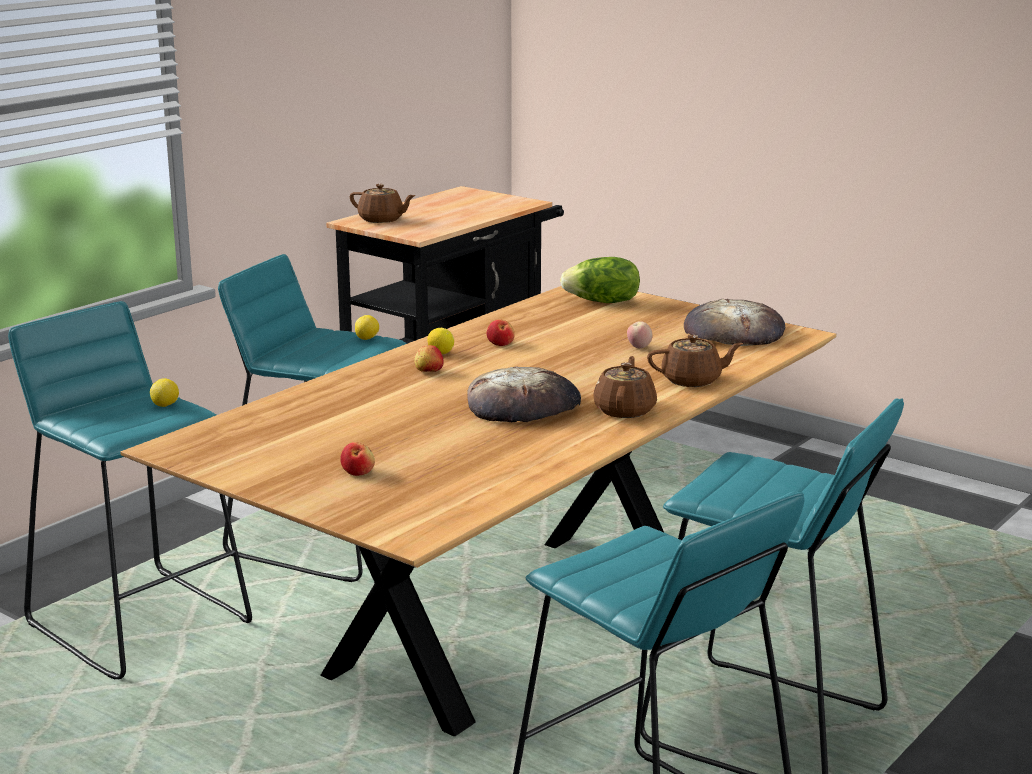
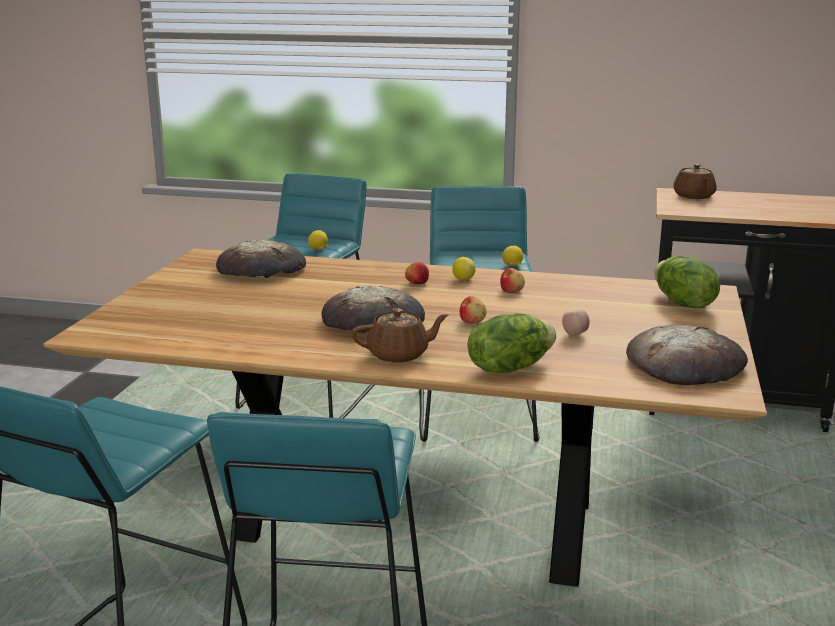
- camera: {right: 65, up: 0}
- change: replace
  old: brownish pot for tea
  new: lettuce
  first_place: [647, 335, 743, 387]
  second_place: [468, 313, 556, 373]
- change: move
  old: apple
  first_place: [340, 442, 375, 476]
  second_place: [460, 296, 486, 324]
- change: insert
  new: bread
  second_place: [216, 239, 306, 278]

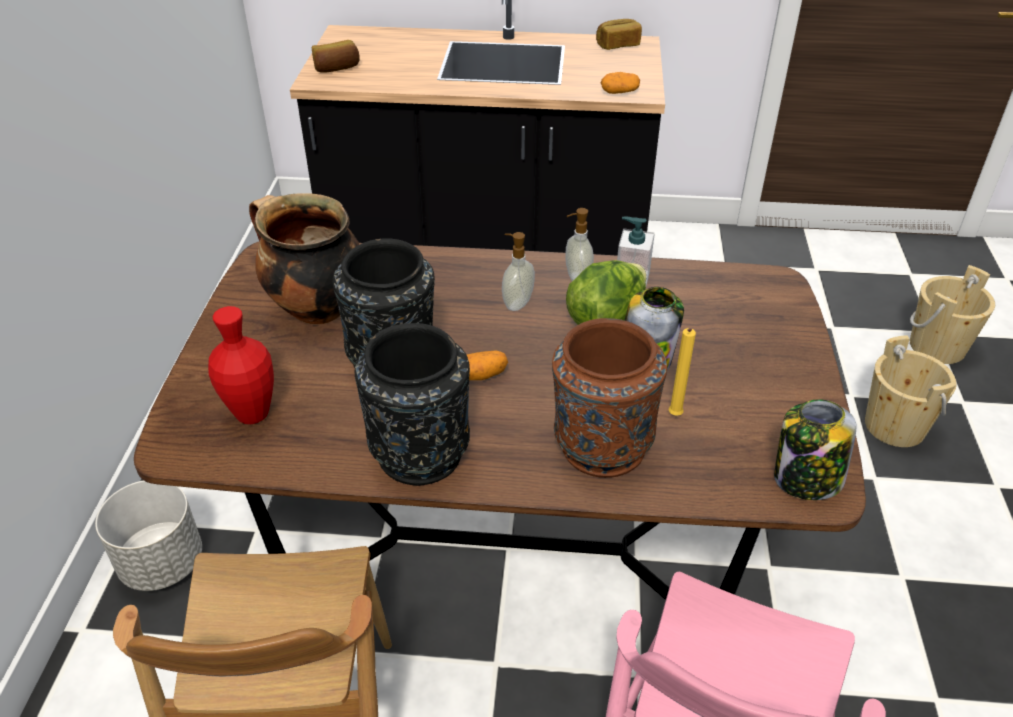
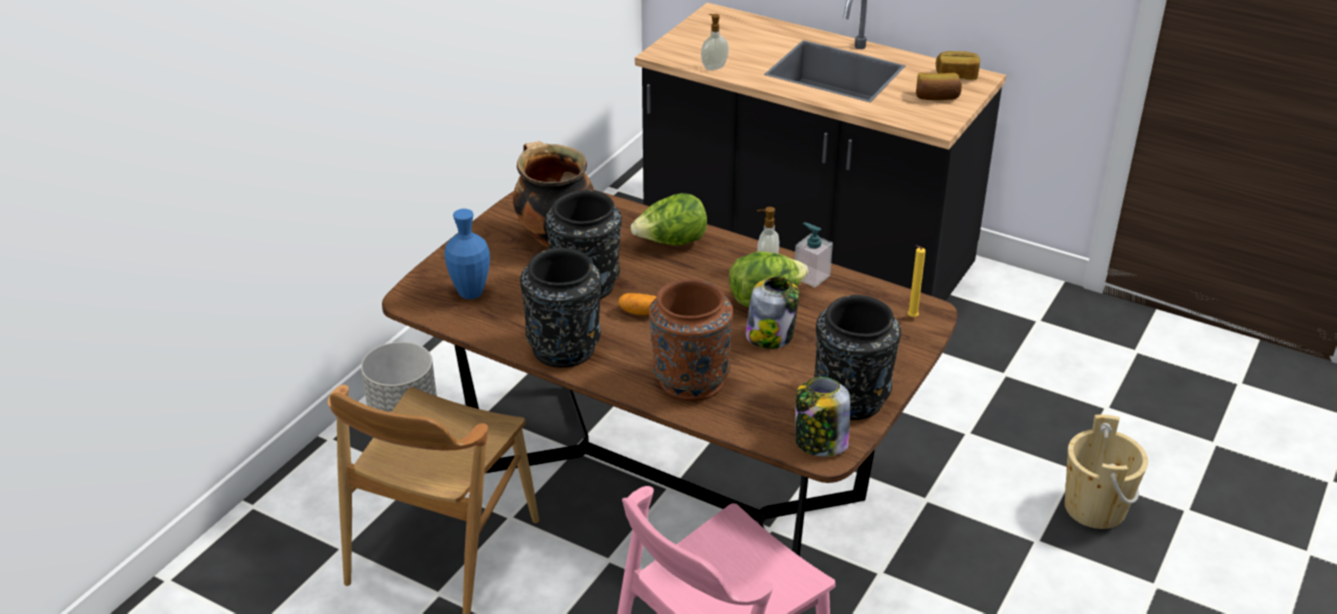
- camera: {right: 25, up: -5}
- change: move
  old: bread
  first_place: [312, 40, 359, 73]
  second_place: [916, 73, 962, 100]
- change: delete
  old: potato
  first_place: [601, 72, 640, 94]
- change: move
  old: liquid soap bottle
  first_place: [502, 232, 535, 311]
  second_place: [701, 14, 729, 71]
- change: delete
  old: beige water bucket
  first_place: [910, 265, 995, 364]
- change: recolor
  old: red-coloured flower vase
  new: blue-coloured flower vase
  first_place: [208, 306, 274, 424]
  second_place: [444, 209, 490, 299]
- change: move
  old: yellowish candle
  first_place: [668, 328, 696, 416]
  second_place: [908, 245, 926, 317]
- change: insert
  new: lettuce
  second_place: [631, 193, 707, 246]
- change: insert
  new: blackish flower vase
  second_place: [814, 295, 901, 420]

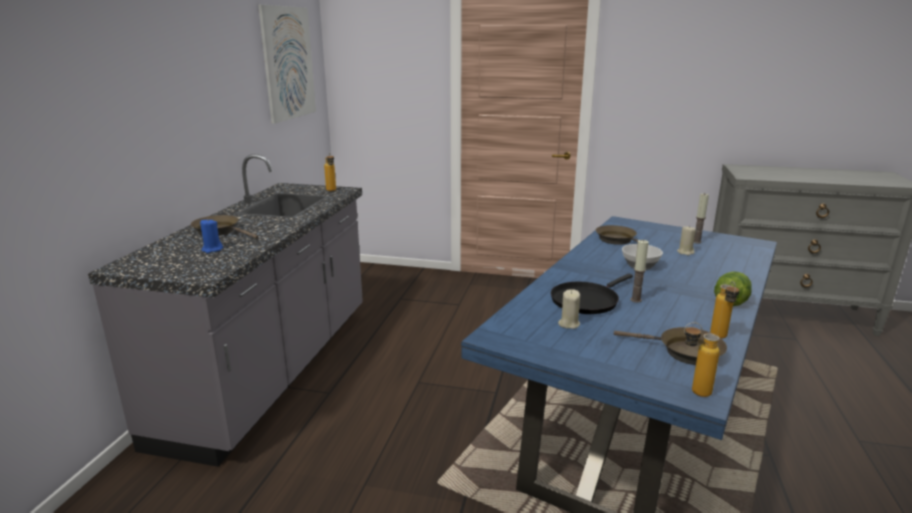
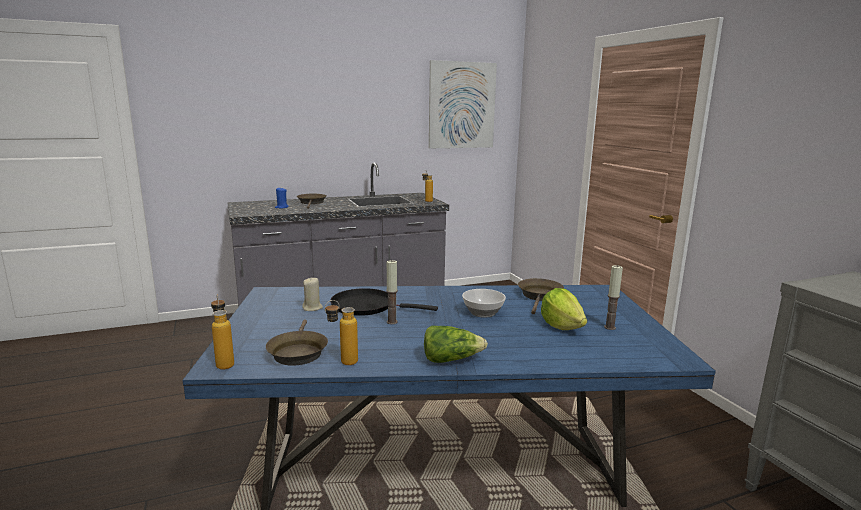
- camera: {right: 55, up: -5}
- change: replace
  old: beige candle
  new: lettuce
  first_place: [677, 225, 696, 256]
  second_place: [541, 288, 587, 330]

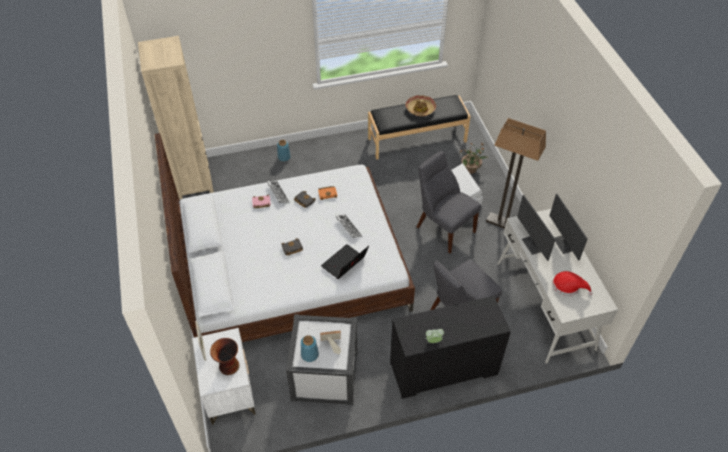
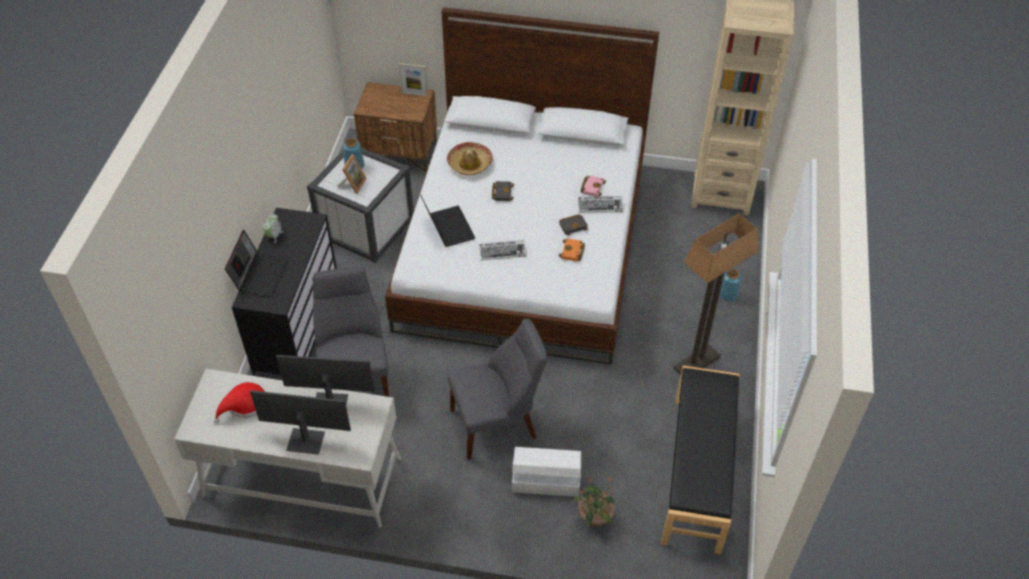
- camera: {right: 115, up: 0}
- change: move
  old: clothing hat
  first_place: [405, 95, 436, 116]
  second_place: [447, 142, 493, 175]
- change: move
  old: standing lamp
  first_place: [486, 118, 546, 229]
  second_place: [674, 213, 758, 375]
- change: recolor
  old: whitish nightstand
  new: brownish nightstand
  first_place: [192, 328, 256, 425]
  second_place: [354, 82, 437, 173]
- change: delete
  old: flower vase
  first_place: [210, 338, 239, 375]
- change: insert
  new: notebook computer
  second_place: [225, 230, 289, 297]

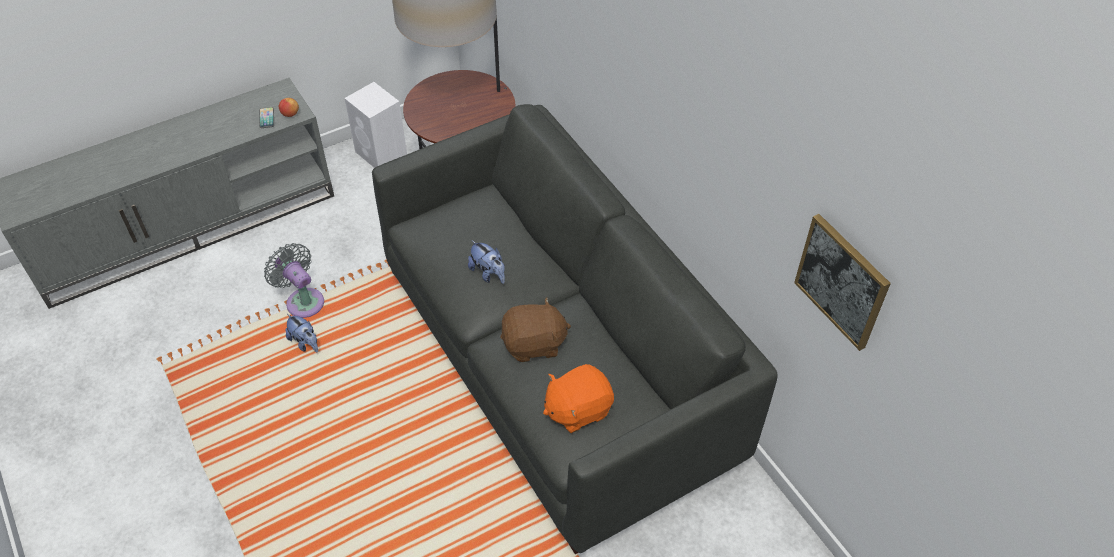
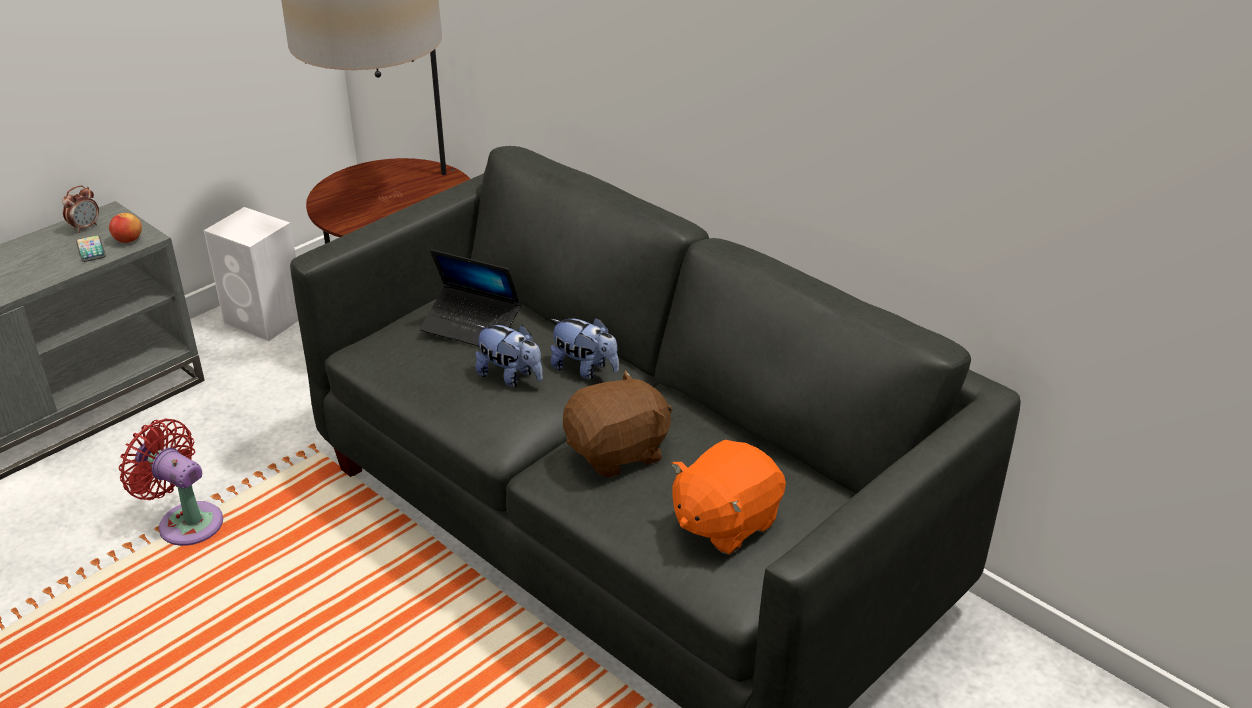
- camera: {right: -15, up: -15}
- change: delete
  old: wall picture
  first_place: [794, 214, 891, 351]
- change: recolor
  old: gray fan
  new: red-coloured fan
  first_place: [264, 243, 324, 318]
  second_place: [119, 419, 223, 546]
- change: move
  old: cuddly toy
  first_place: [285, 314, 318, 352]
  second_place: [551, 317, 619, 379]
- change: insert
  new: table clock
  second_place: [62, 185, 99, 233]
- change: insert
  new: notebook computer
  second_place: [419, 249, 521, 347]

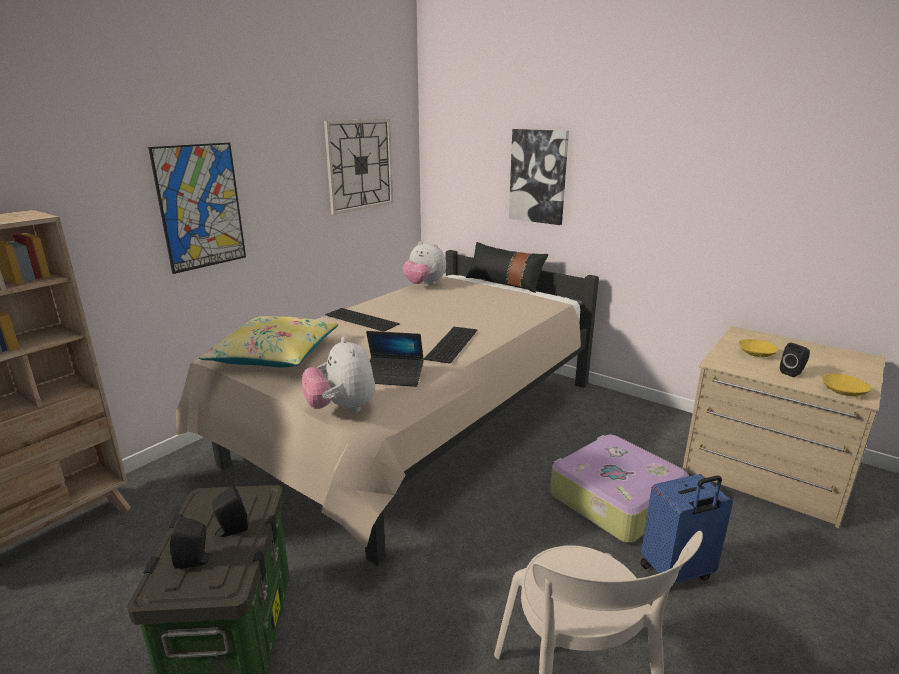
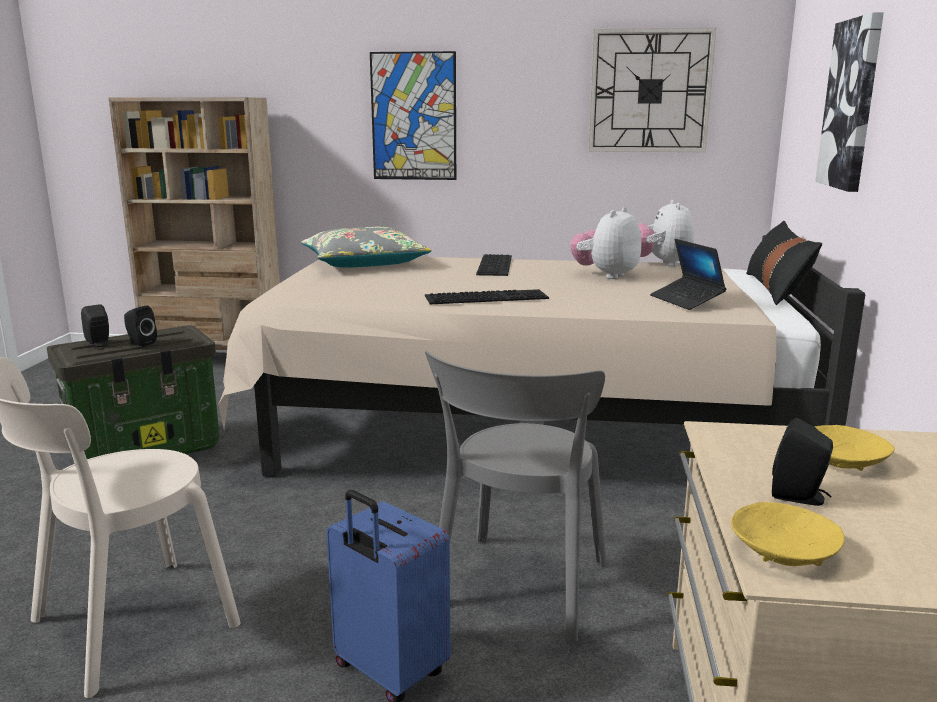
- camera: {right: 60, up: -5}
- change: recolor
  old: yellowish throw pillow
  new: gray throw pillow
  first_place: [199, 316, 338, 368]
  second_place: [301, 227, 431, 268]
- change: move
  old: notebook computer
  first_place: [366, 331, 424, 387]
  second_place: [650, 239, 726, 310]
- change: move
  old: cuddly toy
  first_place: [302, 337, 375, 413]
  second_place: [570, 207, 641, 279]
- change: replace
  old: piece of luggage
  new: gray chair
  first_place: [550, 435, 689, 543]
  second_place: [425, 350, 607, 642]

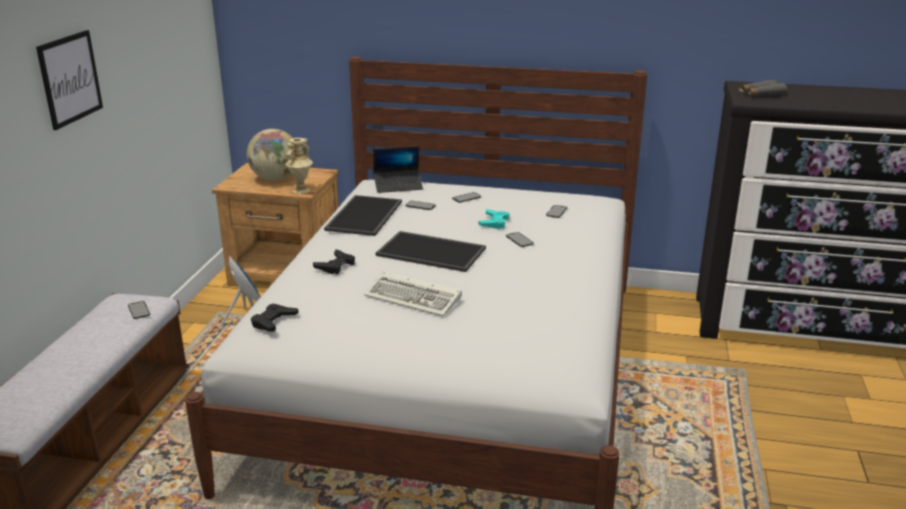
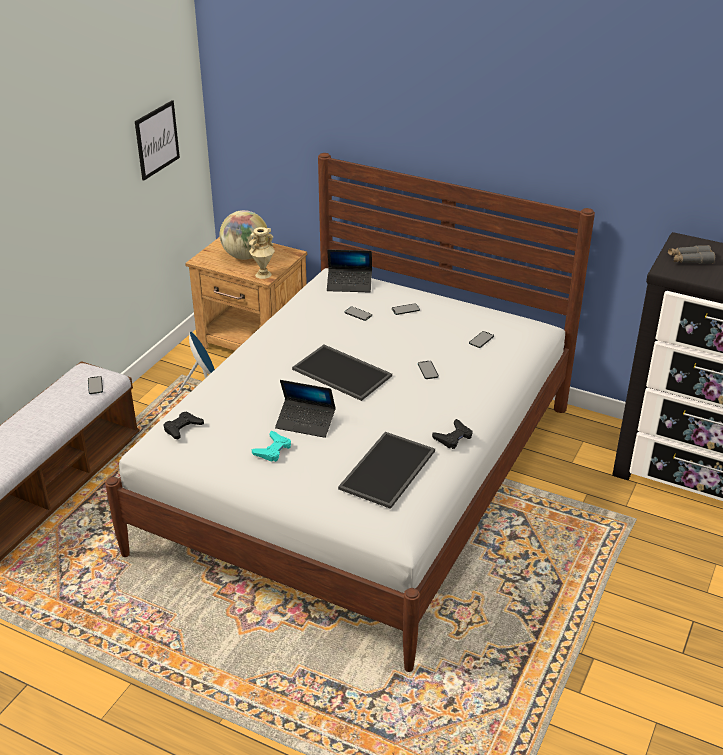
- camera: {right: 15, up: 10}
- change: move
  old: wall picture
  first_place: [36, 30, 103, 130]
  second_place: [135, 100, 180, 180]
- change: move
  old: carrying tray
  first_place: [324, 195, 402, 236]
  second_place: [338, 432, 435, 509]
- change: move
  old: blue-green game controller
  first_place: [478, 209, 509, 229]
  second_place: [252, 431, 291, 462]
- change: move
  old: blackish game controller
  first_place: [313, 249, 355, 274]
  second_place: [432, 419, 473, 449]
- change: replace
  old: computer keyboard
  new: notebook computer
  first_place: [364, 271, 462, 317]
  second_place: [275, 380, 336, 438]

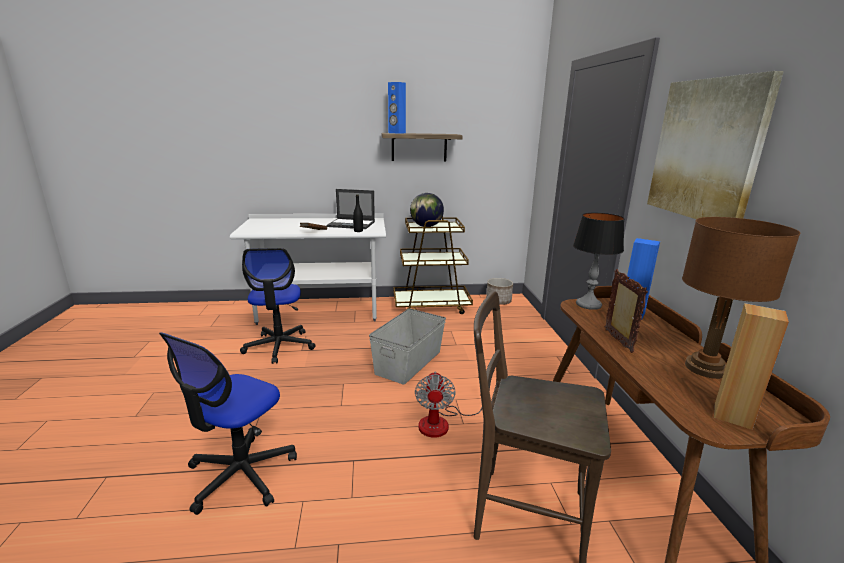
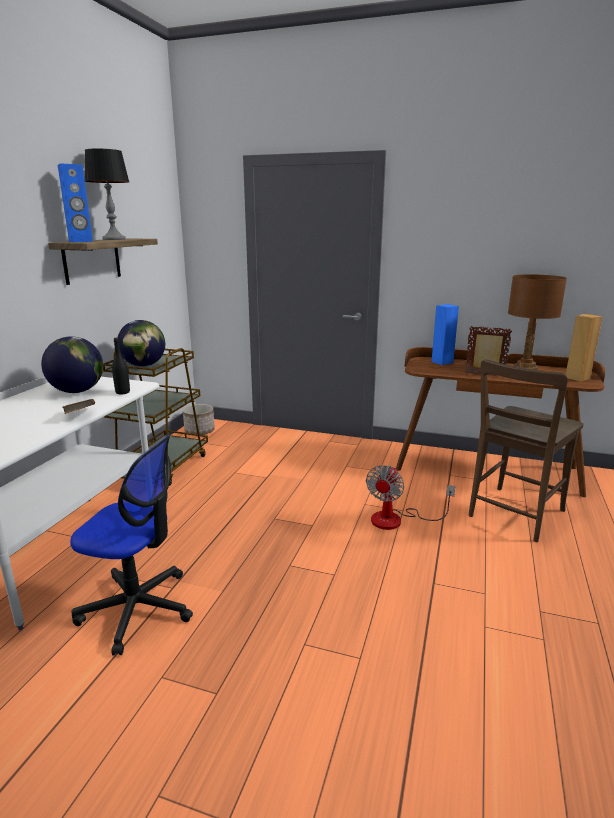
- camera: {right: -65, up: 0}
- change: delete
  old: wall picture
  first_place: [647, 71, 784, 219]
- change: replace
  old: notebook computer
  new: world globe
  first_place: [326, 189, 375, 229]
  second_place: [41, 336, 103, 393]
- change: move
  old: tabletop lamp
  first_place: [573, 213, 624, 310]
  second_place: [85, 149, 129, 240]
- change: delete
  old: gray storage container
  first_place: [369, 309, 446, 385]
- change: delete
  old: office chair
  first_place: [159, 332, 297, 515]
- change: rotate
  old: fan
  first_place: [415, 372, 482, 438]
  second_place: [366, 465, 455, 530]
  degrees: 90

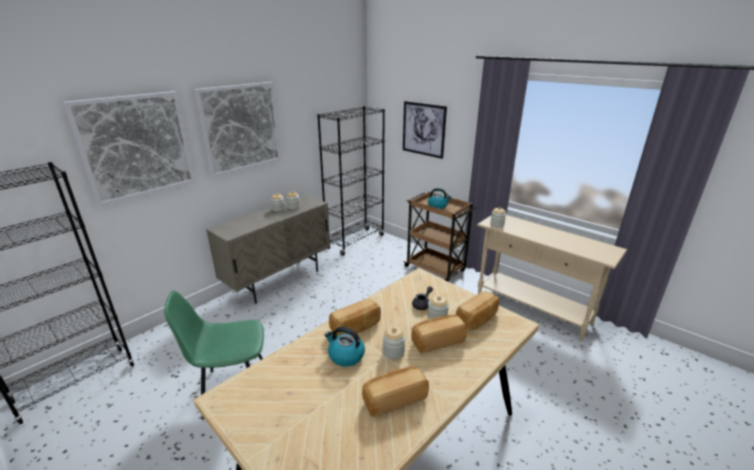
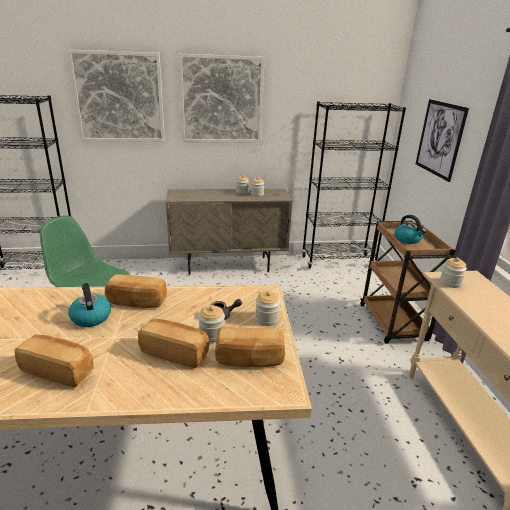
- camera: {right: 40, up: 0}
- change: move
  old: preserve jar
  first_place: [383, 326, 405, 359]
  second_place: [255, 291, 280, 326]

